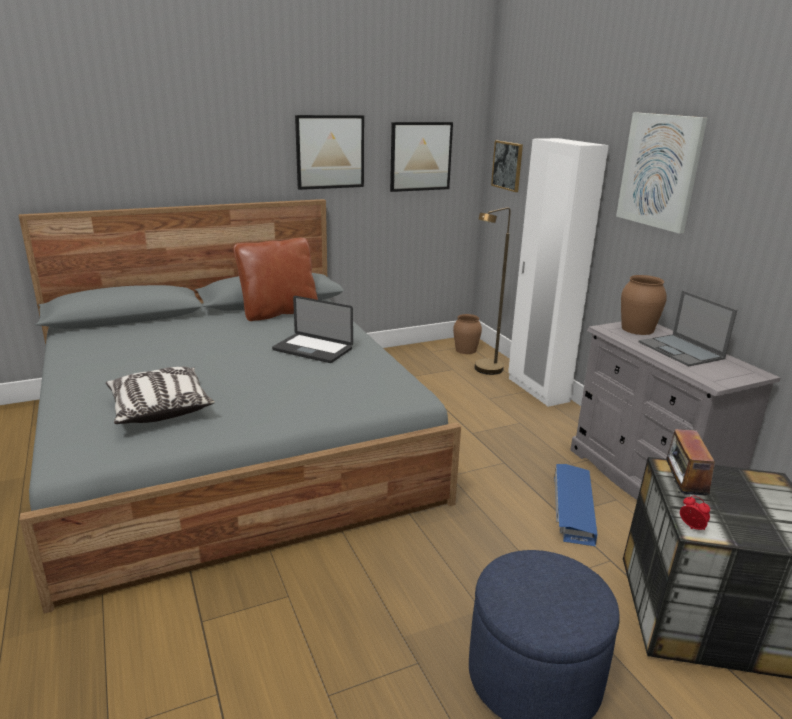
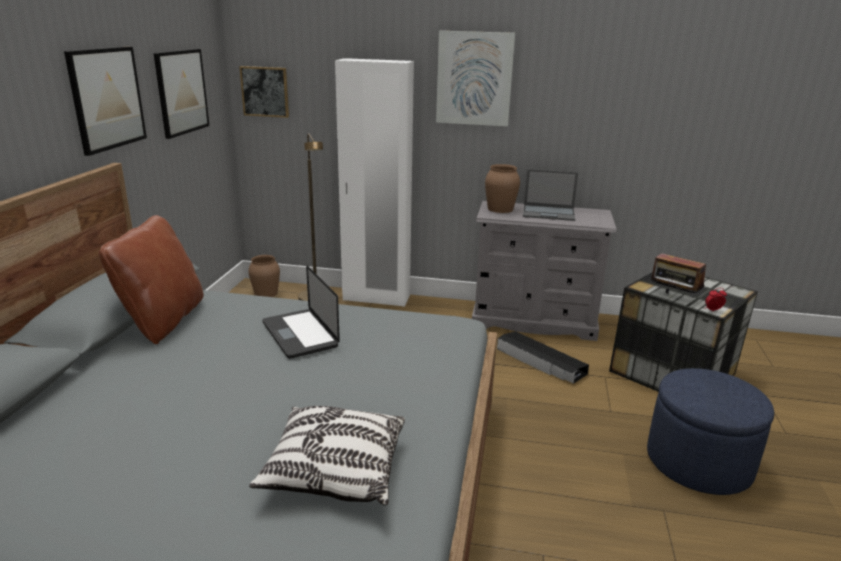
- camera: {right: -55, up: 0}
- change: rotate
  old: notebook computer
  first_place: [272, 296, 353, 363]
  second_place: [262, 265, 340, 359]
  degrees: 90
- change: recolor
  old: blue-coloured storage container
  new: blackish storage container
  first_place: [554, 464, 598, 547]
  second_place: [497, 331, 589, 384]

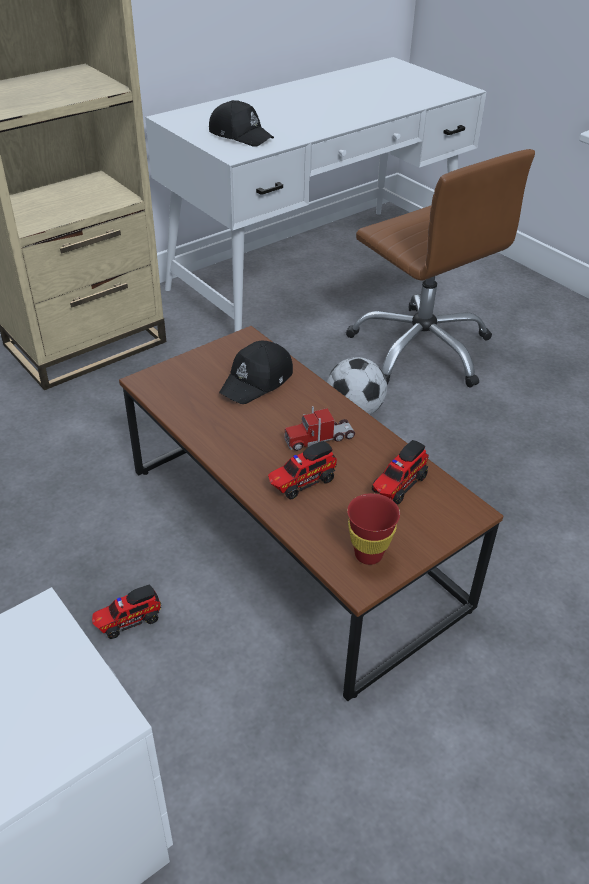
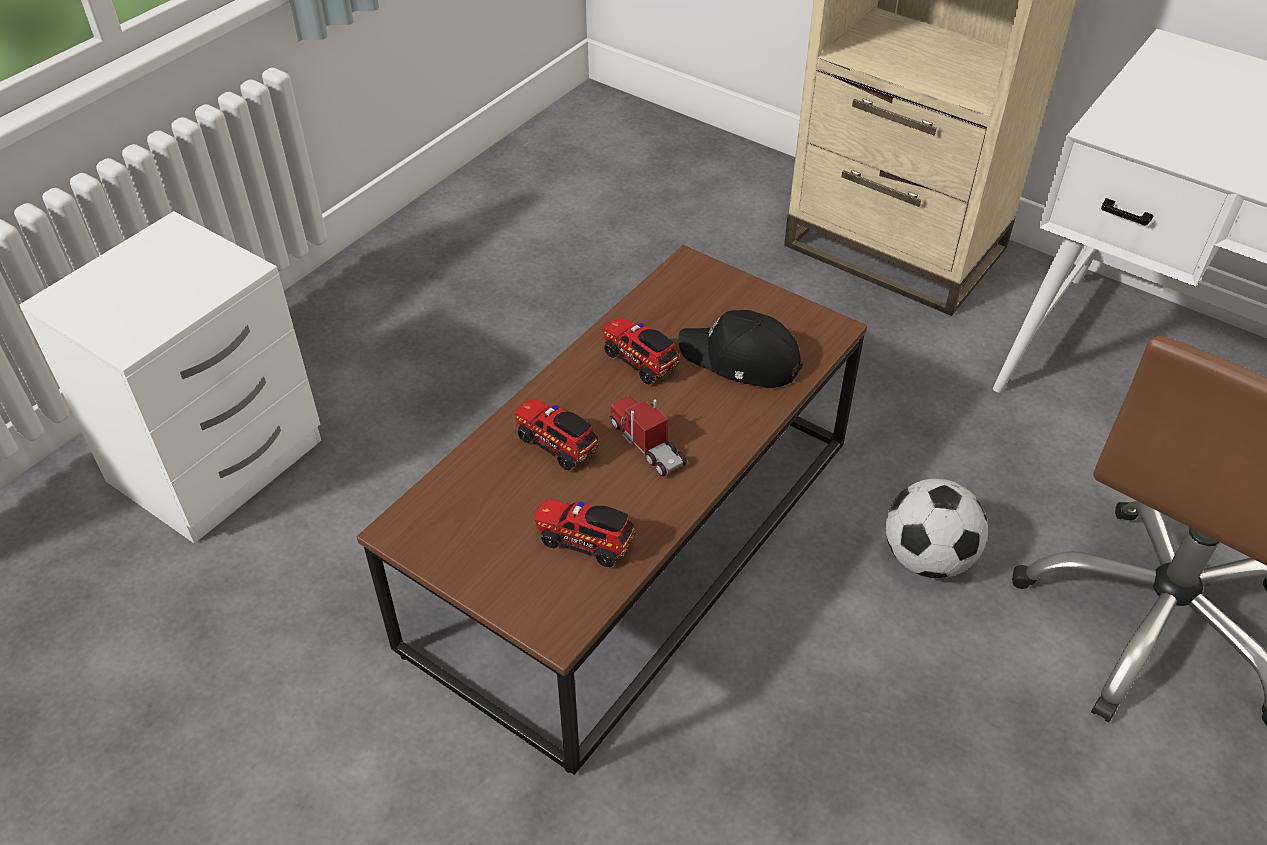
- camera: {right: 75, up: 5}
- change: delete
  old: blackish peaked cap
  first_place: [209, 100, 274, 147]
- change: delete
  old: red-coloured small cup
  first_place: [347, 493, 400, 565]
- change: move
  old: model truck
  first_place: [92, 584, 161, 639]
  second_place: [603, 318, 679, 385]

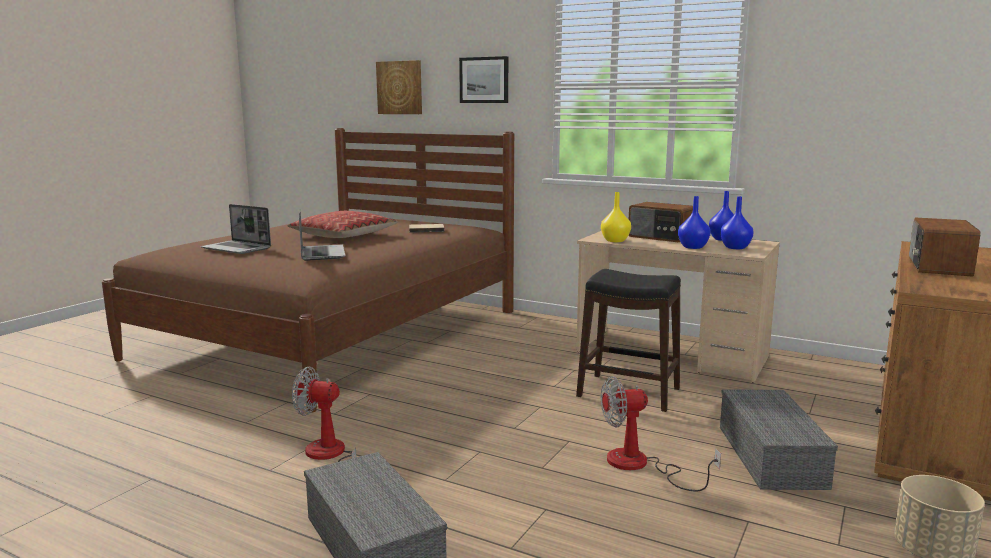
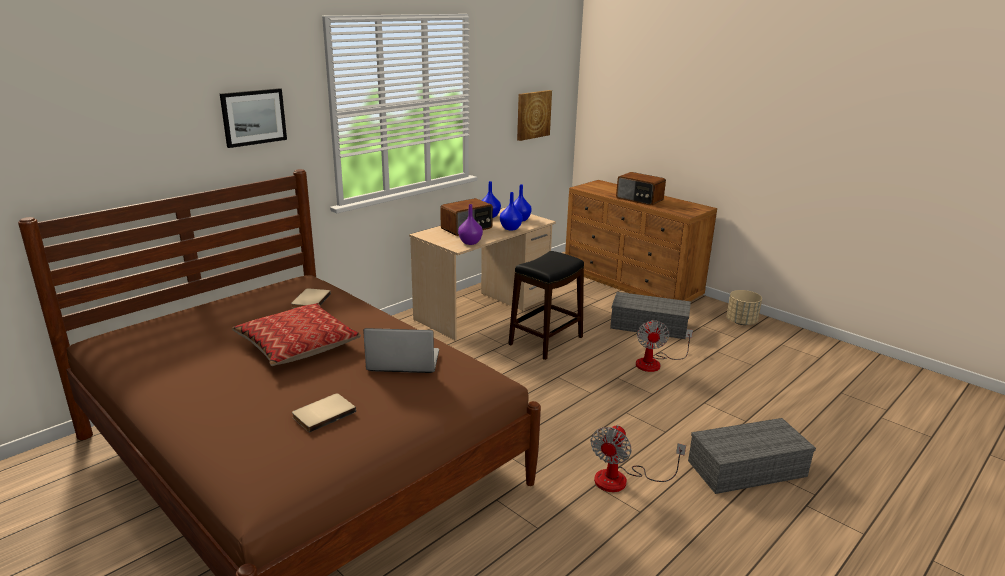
- camera: {right: -75, up: 10}
- change: move
  old: wall picture
  first_place: [376, 60, 422, 114]
  second_place: [517, 90, 552, 141]
- change: recolor
  old: yellowish flower vase
  new: purple flower vase
  first_place: [601, 192, 631, 242]
  second_place: [458, 204, 483, 245]
- change: replace
  old: notebook computer
  new: beige bound book
  first_place: [201, 204, 271, 254]
  second_place: [292, 393, 356, 433]

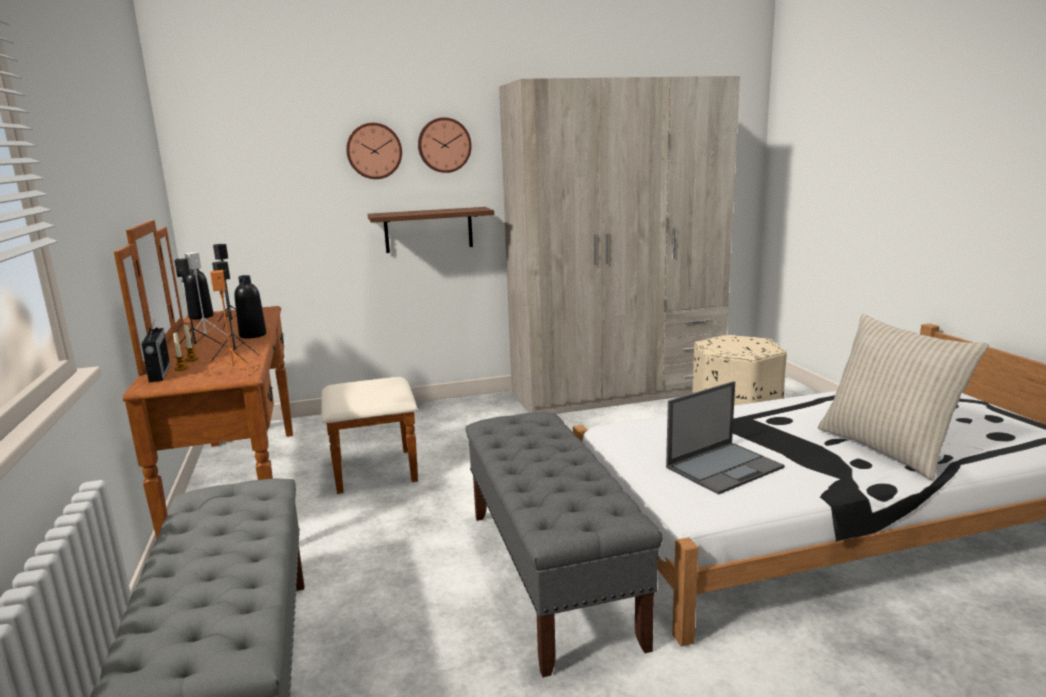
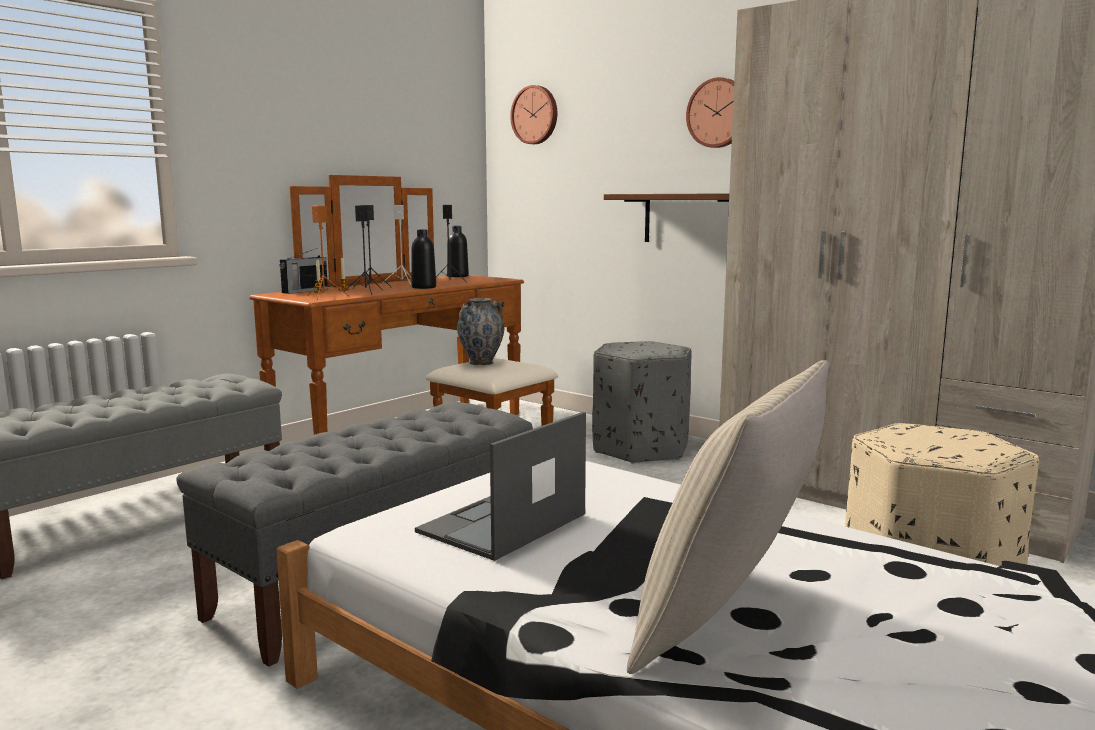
- camera: {right: 55, up: -5}
- change: move
  old: clock on the wall
  first_place: [346, 123, 402, 179]
  second_place: [510, 85, 557, 144]
- change: rotate
  old: notebook computer
  first_place: [666, 381, 784, 495]
  second_place: [415, 412, 586, 561]
  degrees: 105
- change: insert
  new: flower vase
  second_place: [457, 298, 504, 365]
- change: insert
  new: gray footrest
  second_place: [592, 341, 692, 464]

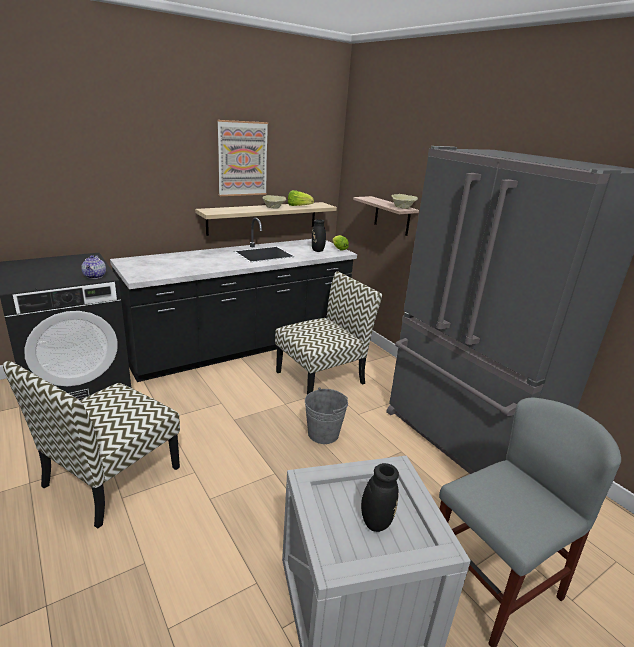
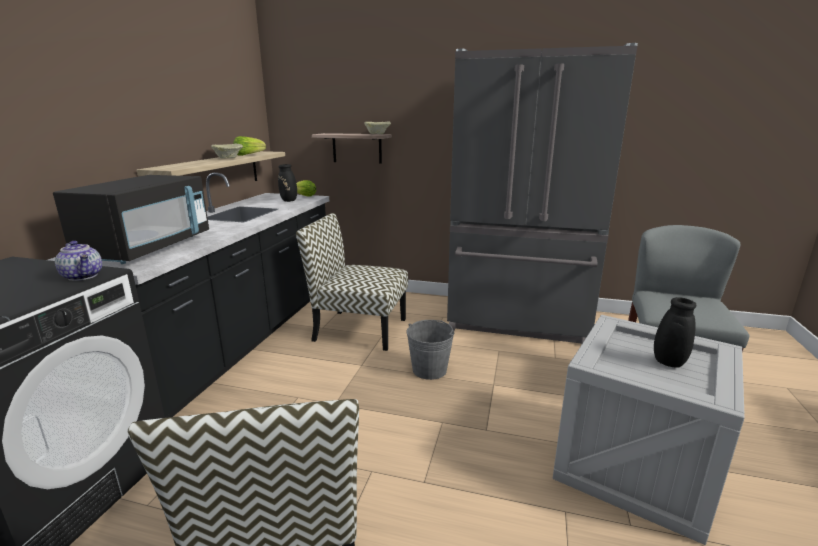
- camera: {right: -40, up: -5}
- change: delete
  old: wall picture
  first_place: [217, 120, 268, 196]
- change: rotate
  old: chair
  first_place: [275, 271, 382, 395]
  second_place: [296, 213, 408, 351]
  degrees: -90
- change: insert
  new: blackish microwave
  second_place: [53, 175, 209, 264]

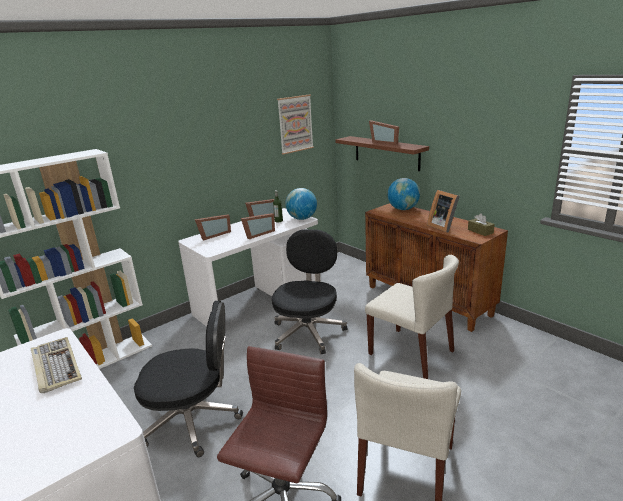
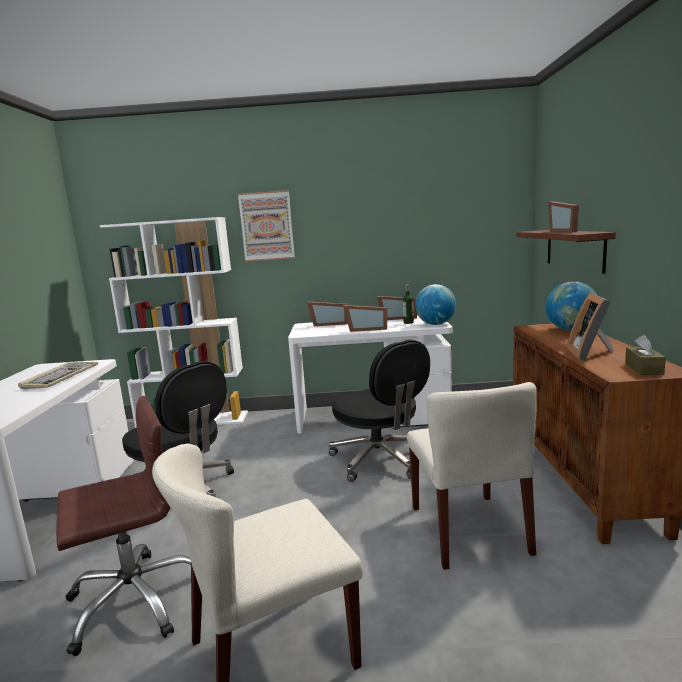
- camera: {right: 40, up: -10}
- change: move
  old: wall picture
  first_place: [277, 95, 314, 154]
  second_place: [238, 190, 295, 261]
- change: rotate
  old: blackish office chair
  first_place: [272, 229, 347, 354]
  second_place: [329, 340, 430, 482]
  degrees: 90

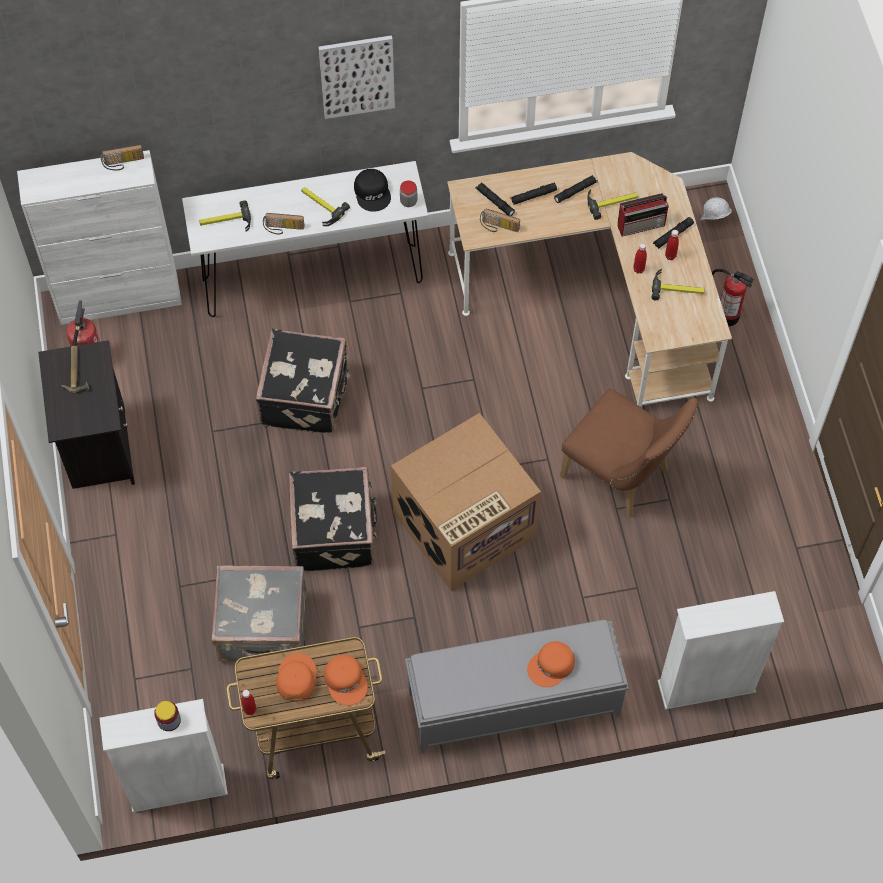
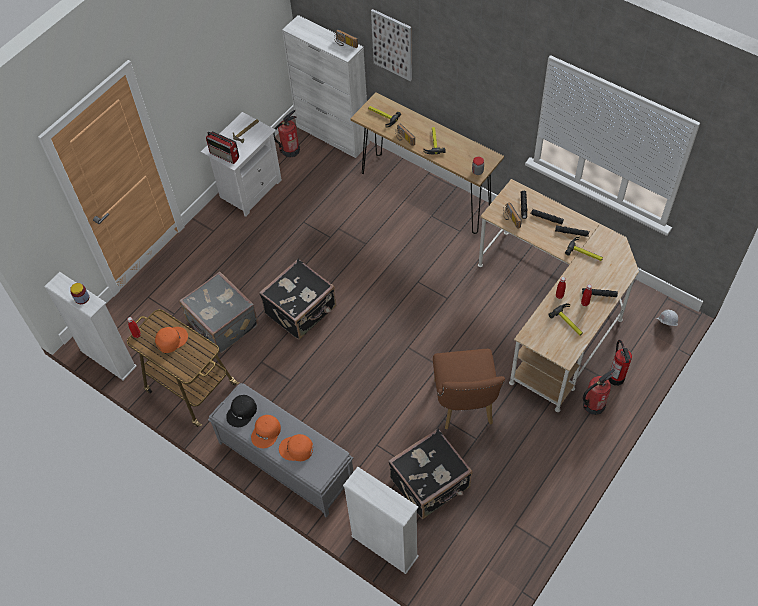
- camera: {right: 50, up: -5}
- change: move
  old: wall picture
  first_place: [319, 35, 395, 119]
  second_place: [371, 9, 412, 81]
- change: recolor
  old: whitish narrow table
  new: brownish narrow table
  first_place: [182, 161, 428, 317]
  second_place: [350, 92, 504, 234]
- change: move
  old: blackish peaked cap
  first_place: [354, 169, 391, 212]
  second_place: [226, 395, 257, 427]
- change: move
  old: radio
  first_place: [618, 193, 669, 236]
  second_place: [206, 131, 239, 164]
- change: move
  old: blackish piece of luggage
  first_place: [256, 329, 352, 434]
  second_place: [389, 428, 473, 519]
- change: recolor
  old: blackish nightstand
  new: whitish nightstand
  first_place: [38, 340, 135, 489]
  second_place: [201, 112, 282, 217]
- change: delete
  old: cardboard box
  first_place: [391, 413, 541, 590]
- change: move
  old: orange peaked cap
  first_place: [324, 655, 368, 705]
  second_place: [251, 415, 281, 448]
- change: insert
  new: fire extinguisher
  second_place: [583, 369, 615, 415]

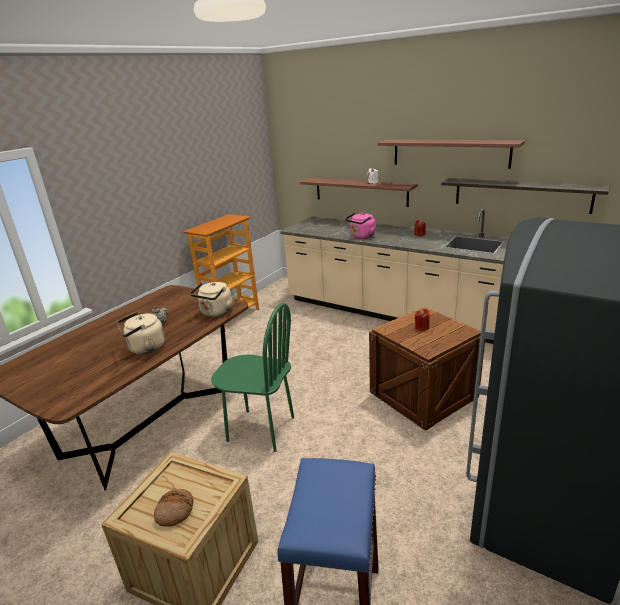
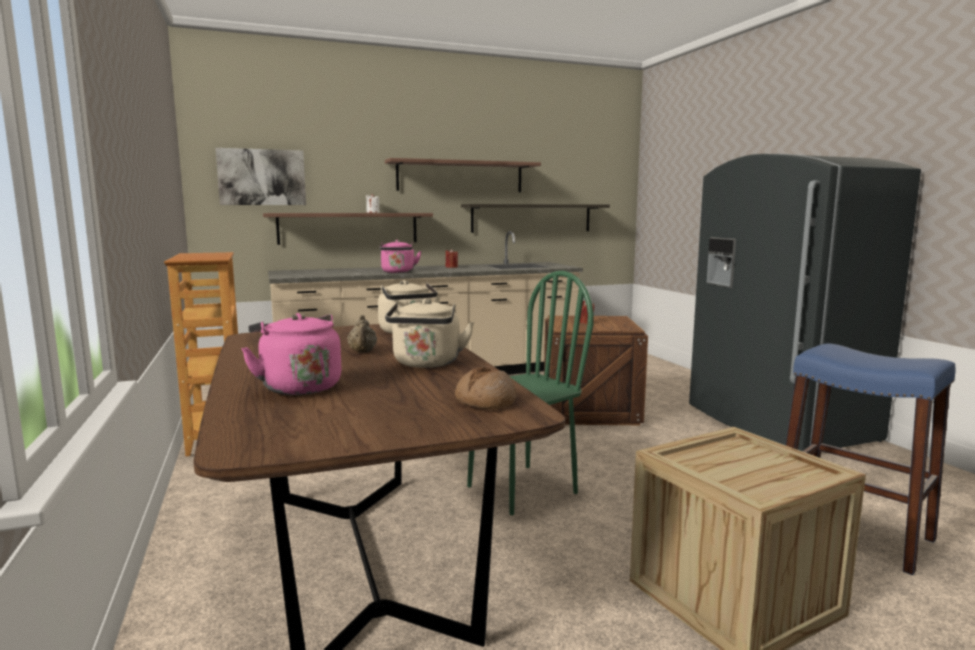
- camera: {right: -55, up: -15}
- change: move
  old: bread
  first_place: [154, 489, 194, 527]
  second_place: [455, 366, 516, 409]
- change: insert
  new: wall picture
  second_place: [215, 148, 306, 205]
- change: insert
  new: pink-coloured water kettle
  second_place: [241, 313, 342, 395]

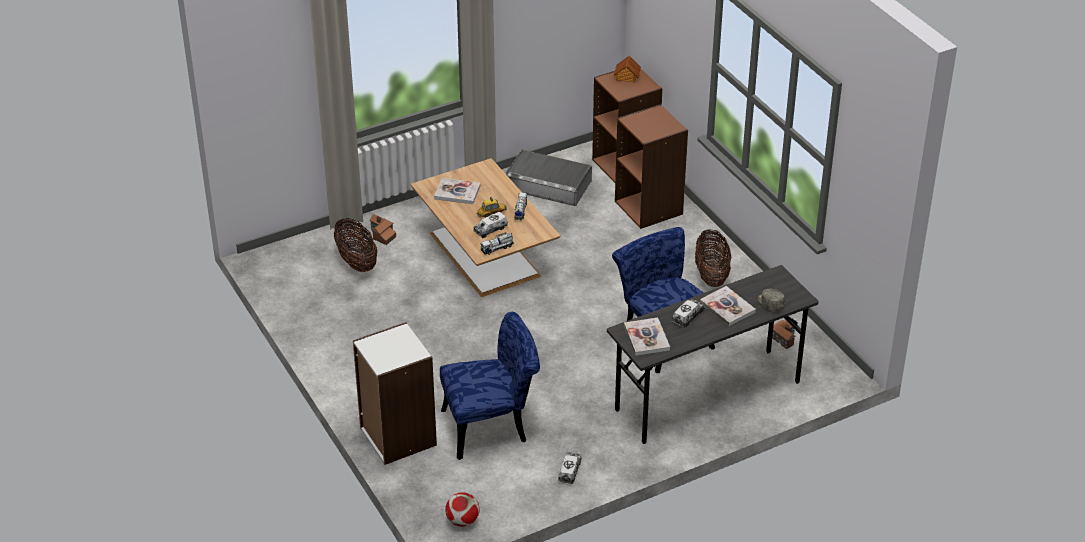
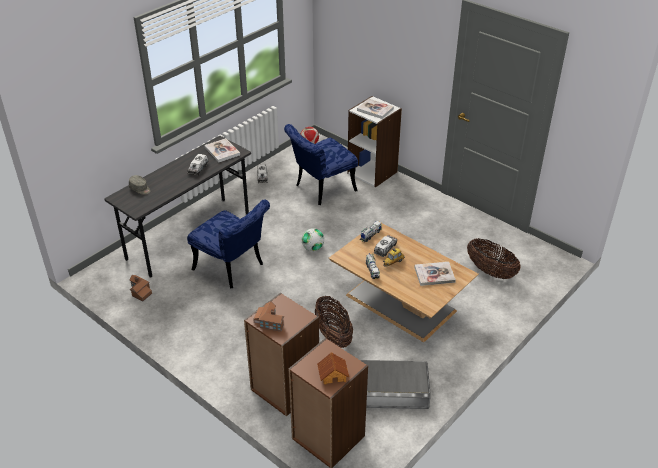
- camera: {right: 160, up: 0}
- change: move
  old: toy house
  first_place: [370, 214, 396, 245]
  second_place: [253, 301, 284, 332]
- change: move
  old: storage basket
  first_place: [695, 229, 731, 287]
  second_place: [315, 296, 353, 348]
- change: move
  old: bound book
  first_place: [700, 286, 756, 326]
  second_place: [357, 99, 394, 119]
- change: insert
  new: ball for football
  second_place: [302, 228, 324, 251]

